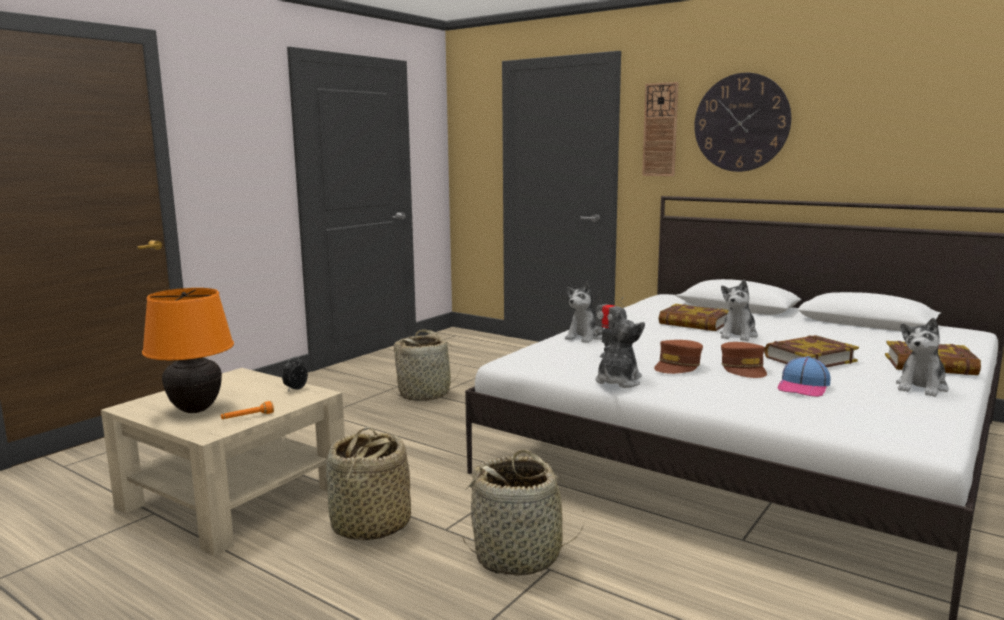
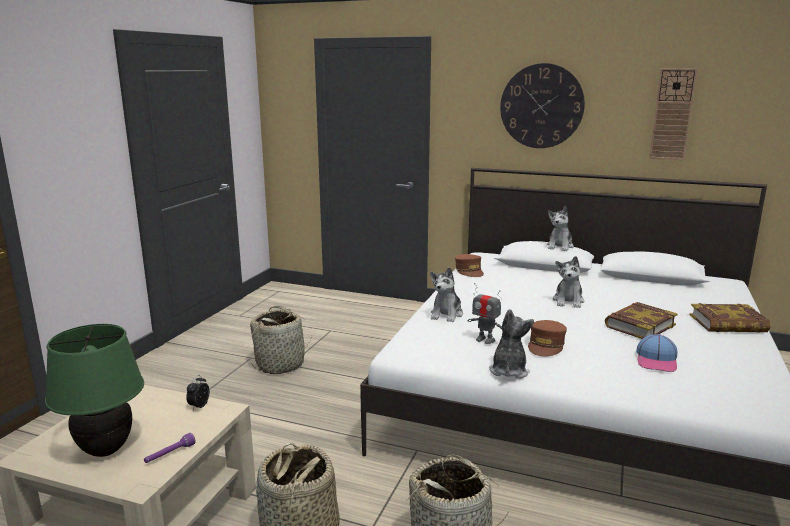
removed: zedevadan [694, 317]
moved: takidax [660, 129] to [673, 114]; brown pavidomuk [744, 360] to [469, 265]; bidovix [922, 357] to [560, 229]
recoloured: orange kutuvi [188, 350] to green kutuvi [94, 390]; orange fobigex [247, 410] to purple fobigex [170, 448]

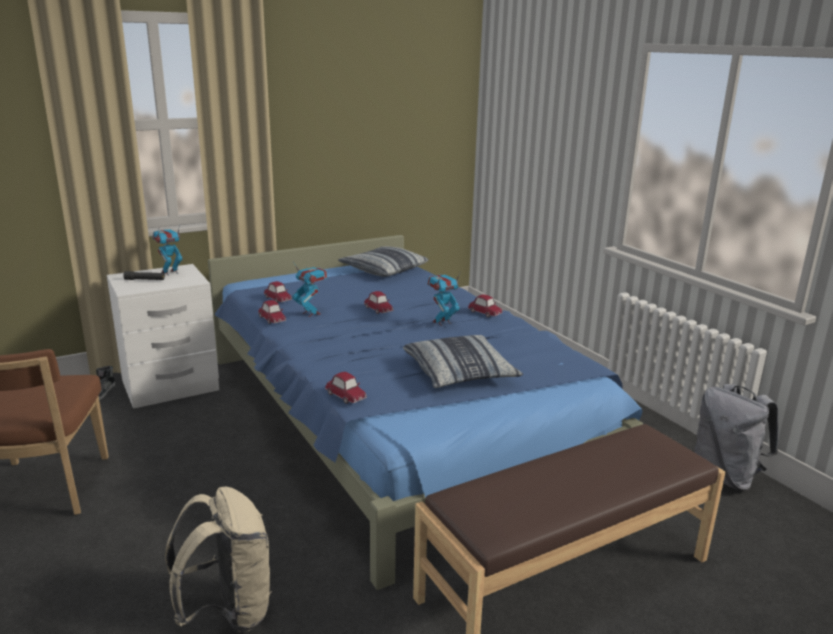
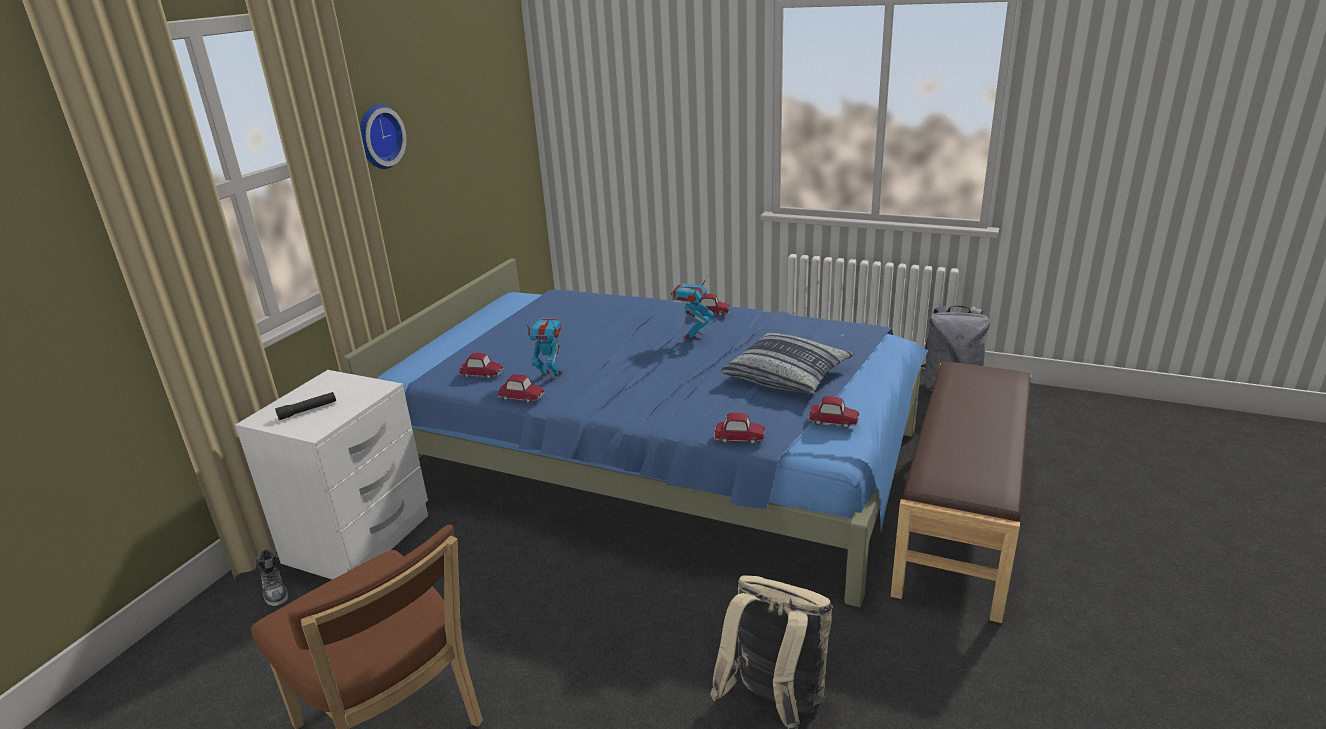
removed: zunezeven [167, 250]; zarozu [383, 261]
added: takidax [383, 136]
moved: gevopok [378, 302] to [833, 412]

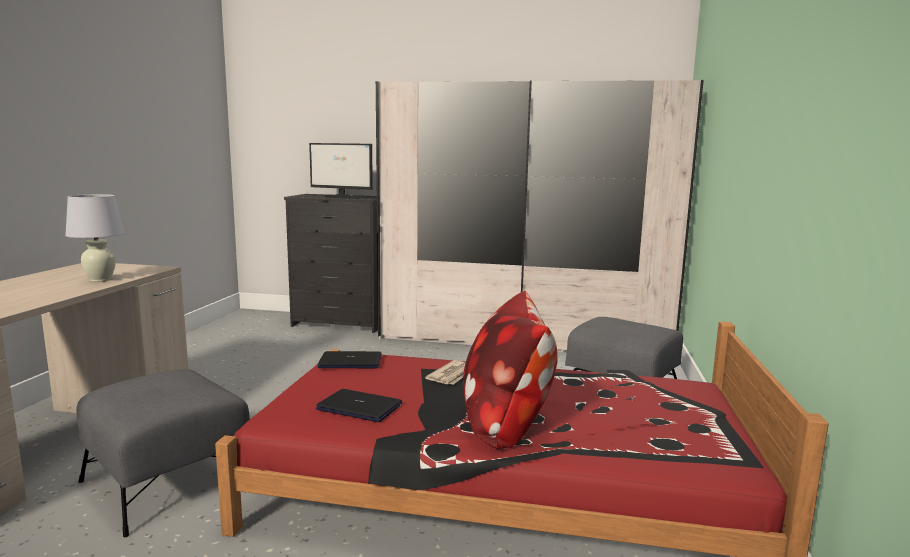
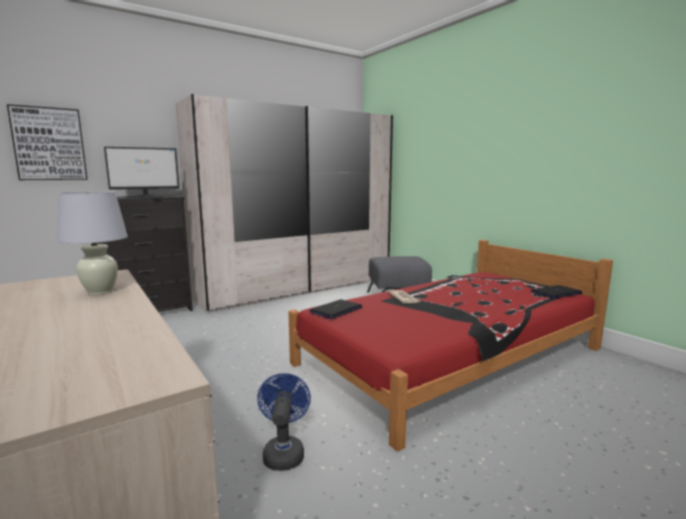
removed: zarozu [510, 370]
added: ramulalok [47, 142]
moved: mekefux [359, 405] to [556, 292]
replaced: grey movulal [163, 453] to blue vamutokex [284, 422]

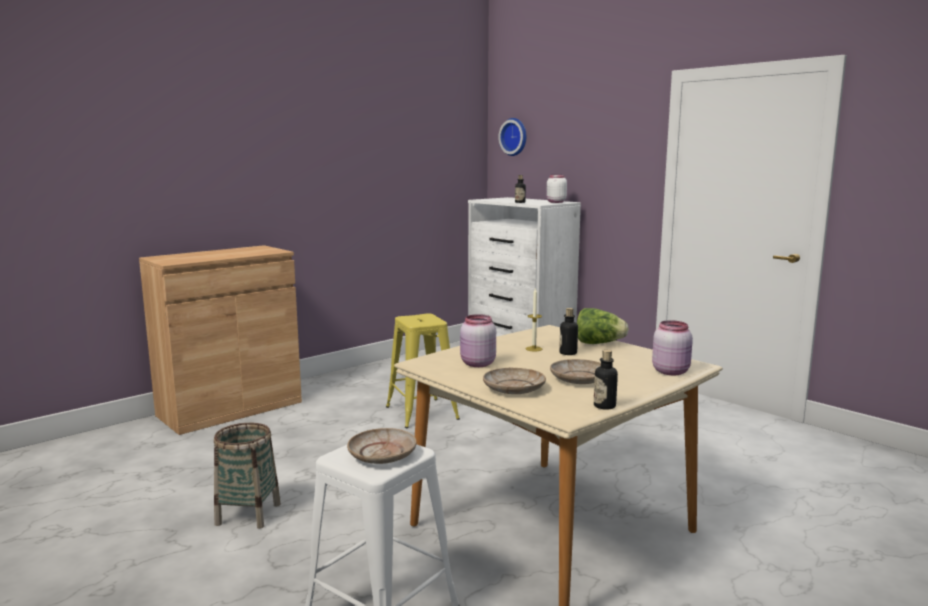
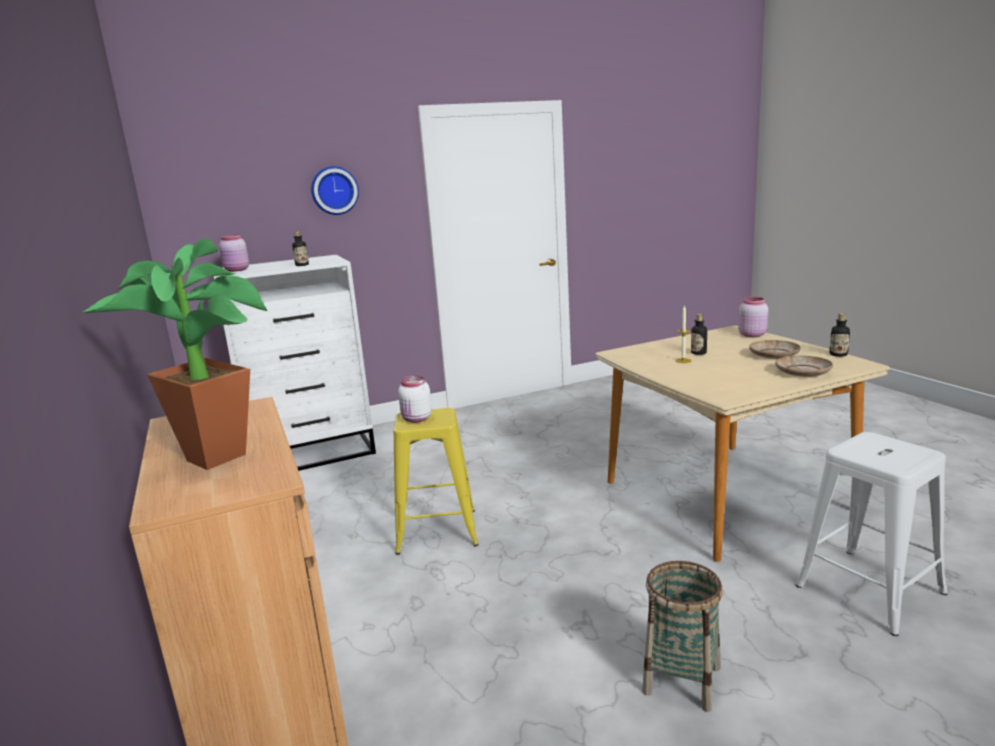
removed: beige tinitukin [382, 446]; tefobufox [603, 326]
added: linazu [174, 354]
moved: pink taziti [478, 340] to [234, 253]; takidax [512, 137] to [335, 190]; white taziti [556, 189] to [415, 399]

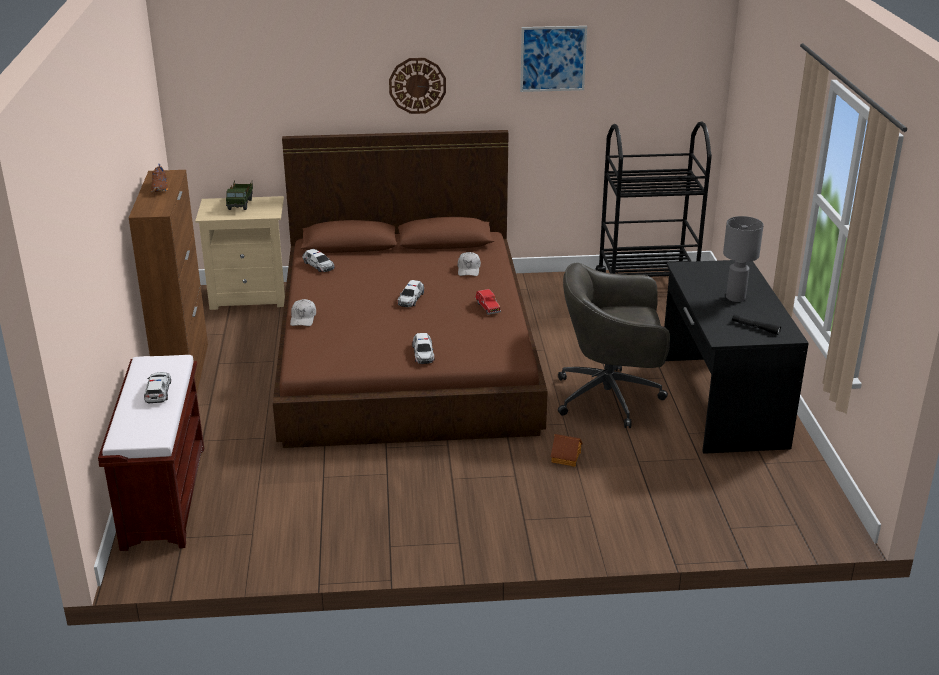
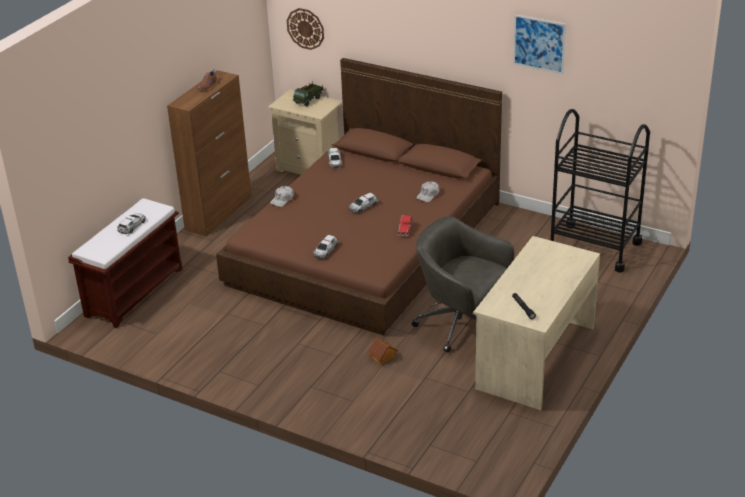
removed: grey kutuvi [743, 259]
moved: takidax [417, 86] to [305, 29]
recoloured: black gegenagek [736, 357] to beige gegenagek [536, 323]

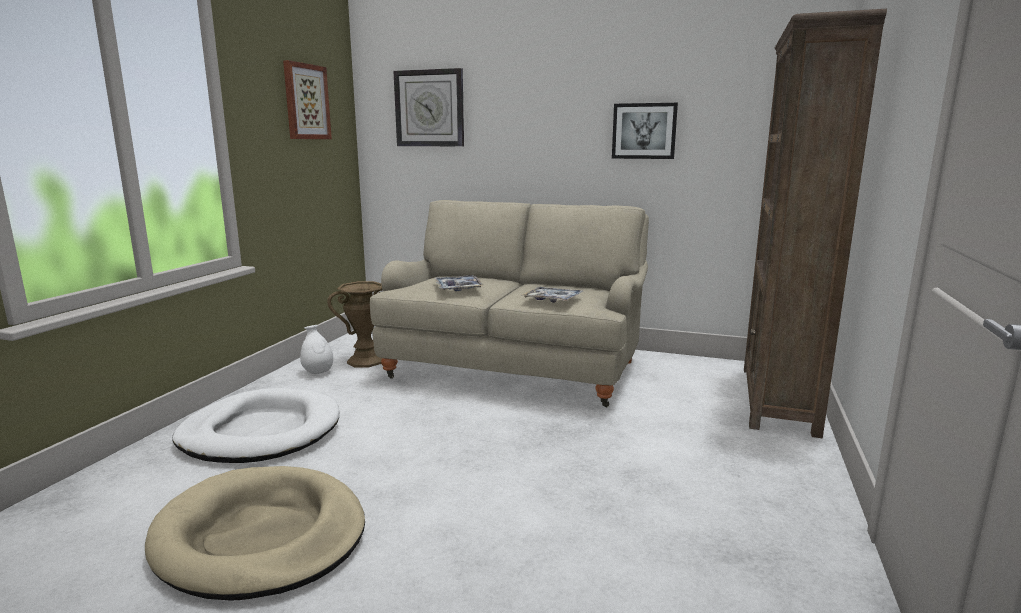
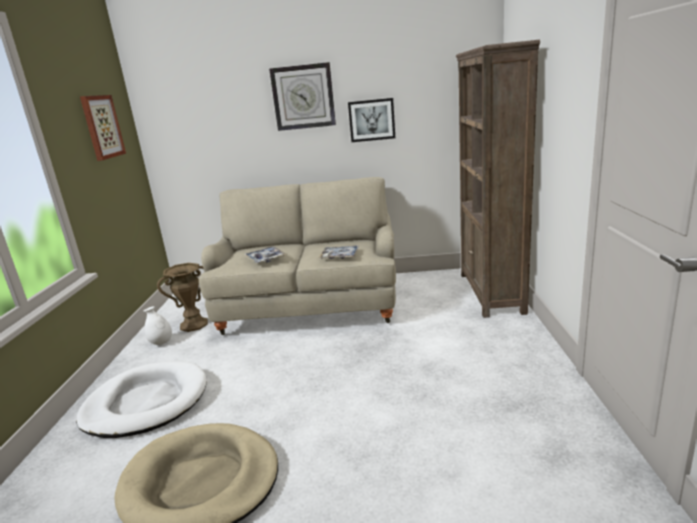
moved: takidax [428, 107] to [302, 96]

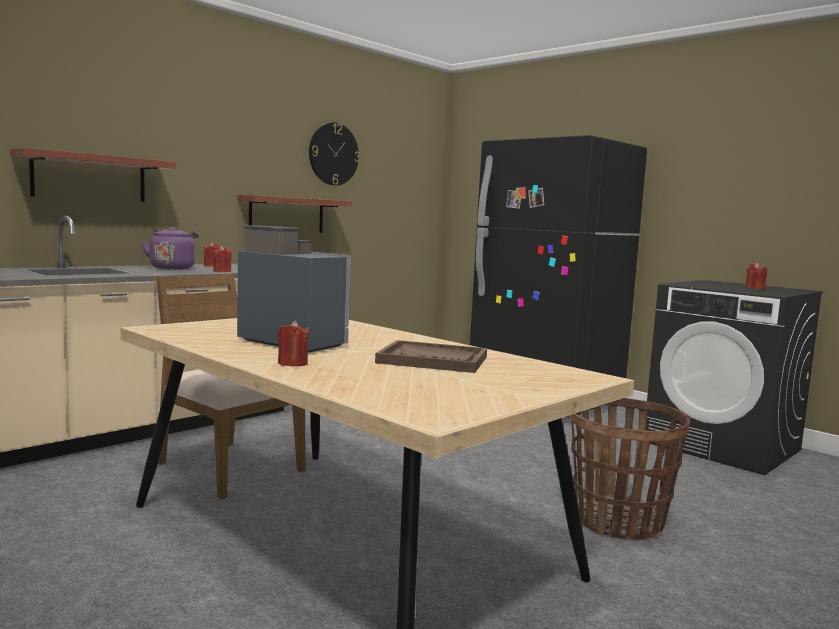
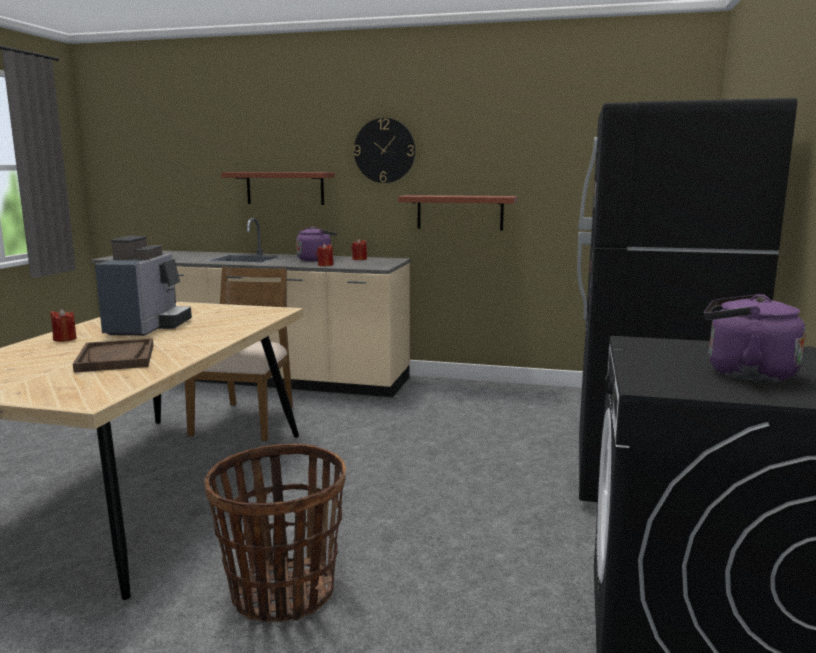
moved: takidax [334, 153] to [384, 150]
replaced: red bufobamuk [756, 275] to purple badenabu [755, 338]

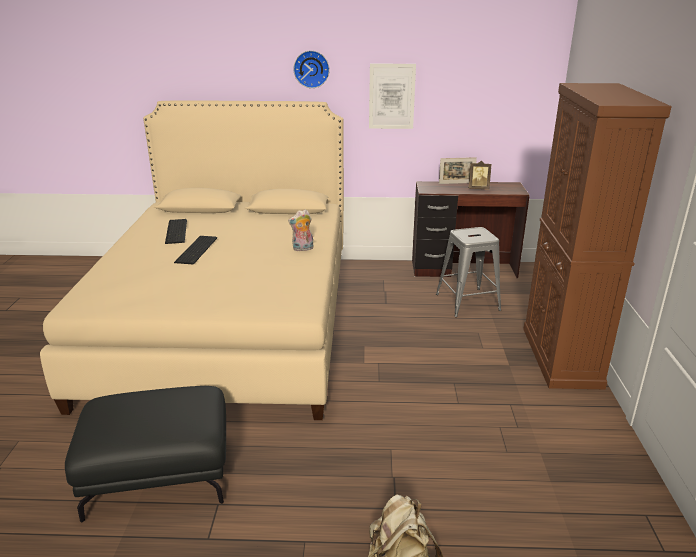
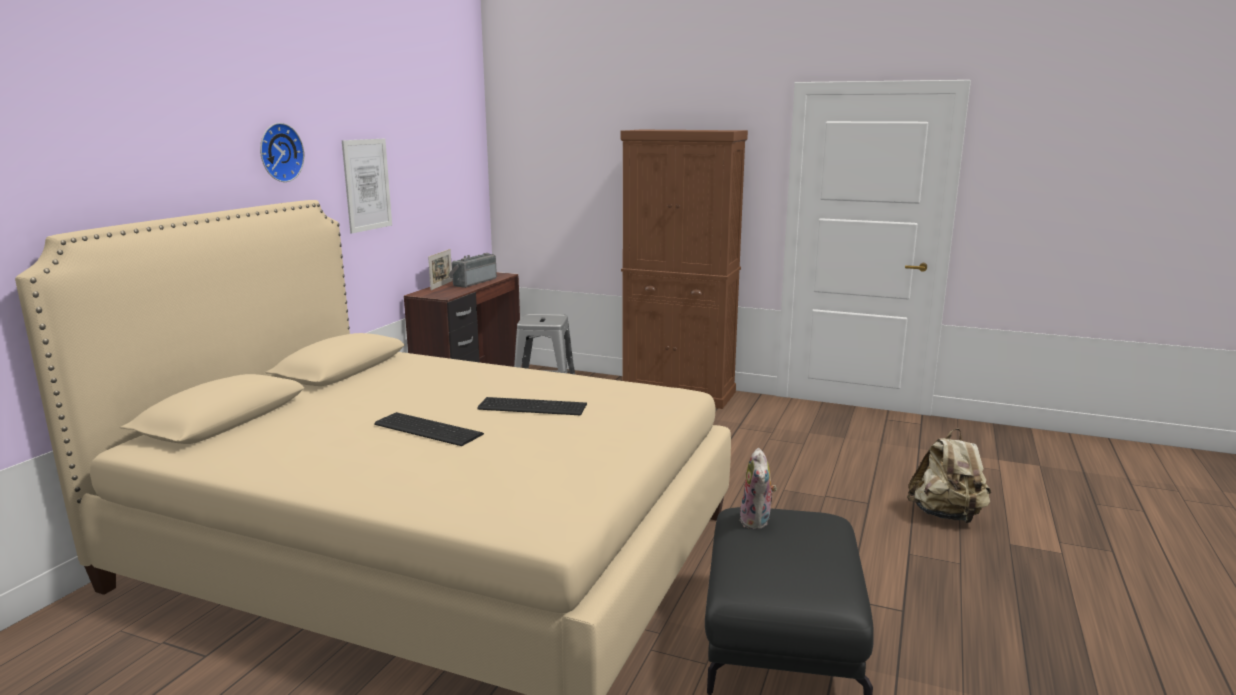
moved: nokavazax [176, 231] to [532, 406]; bidovix [301, 230] to [758, 488]
replaced: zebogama [480, 175] to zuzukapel [472, 270]

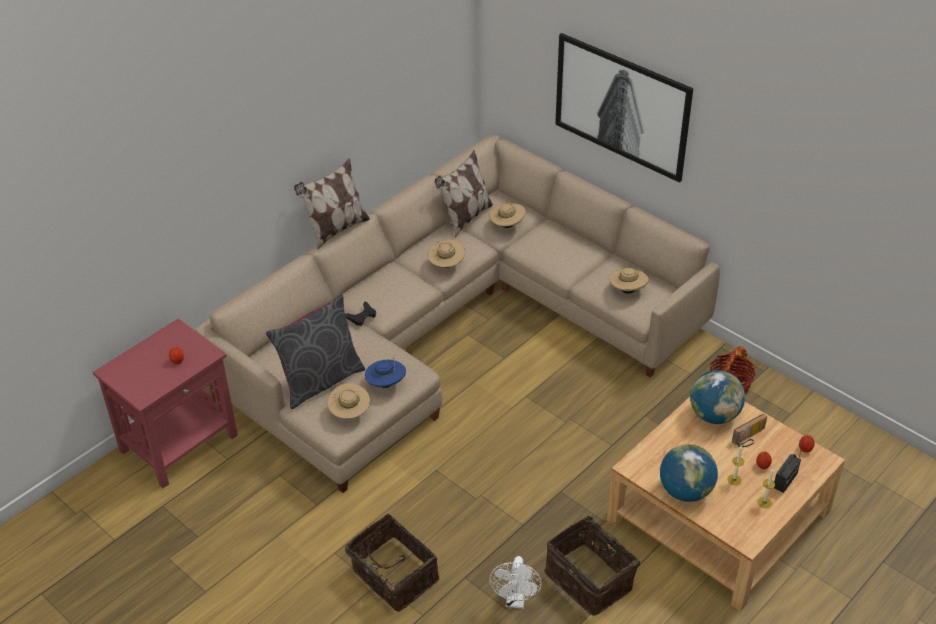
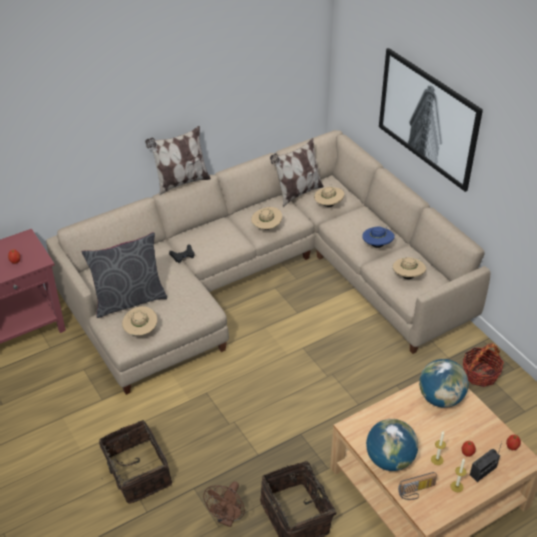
moved: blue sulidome [385, 374] to [378, 237]; zuzukapel [749, 430] to [417, 486]
recoloured: white vamutokex [515, 582] to brown vamutokex [224, 504]

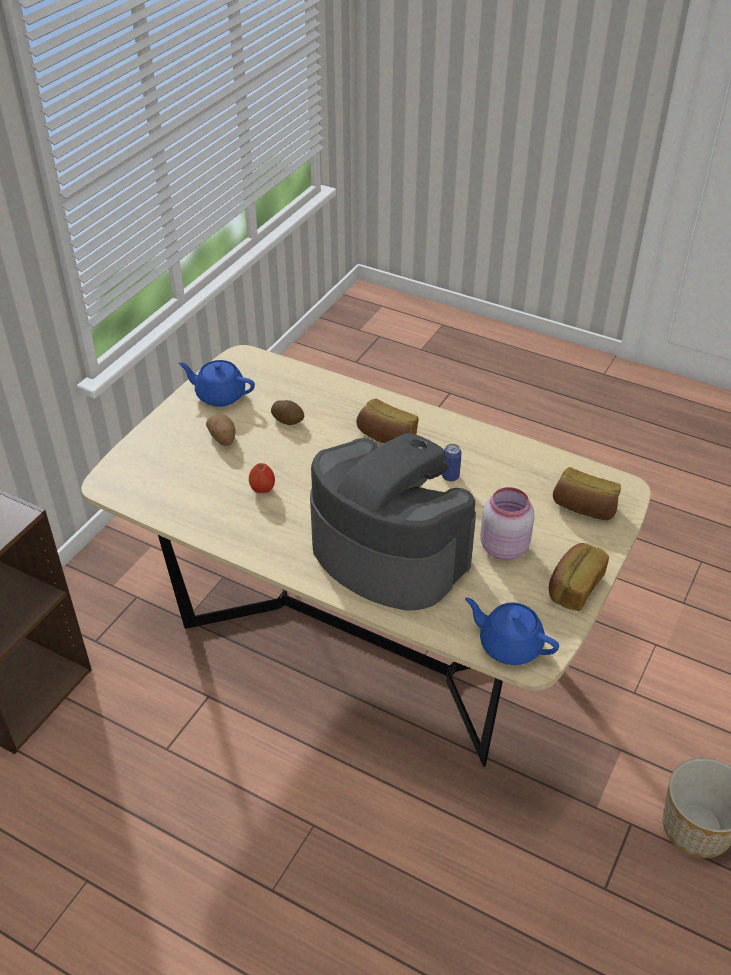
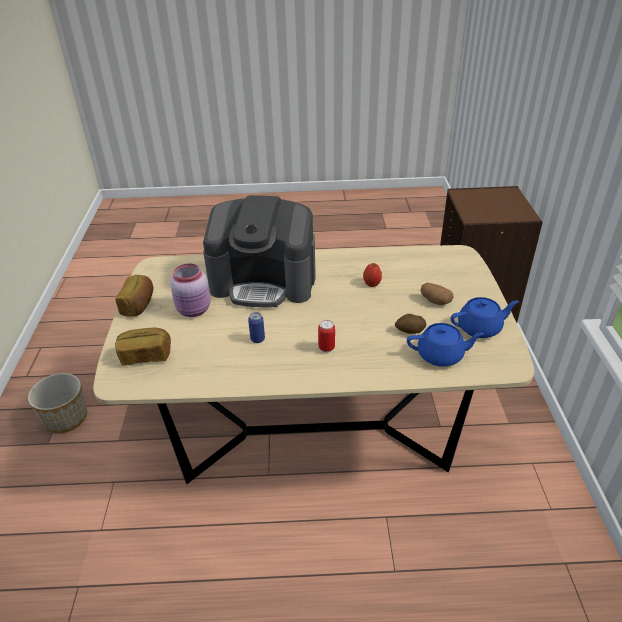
moved: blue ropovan [512, 631] to [446, 345]
replaced: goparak [387, 421] to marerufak [326, 336]

